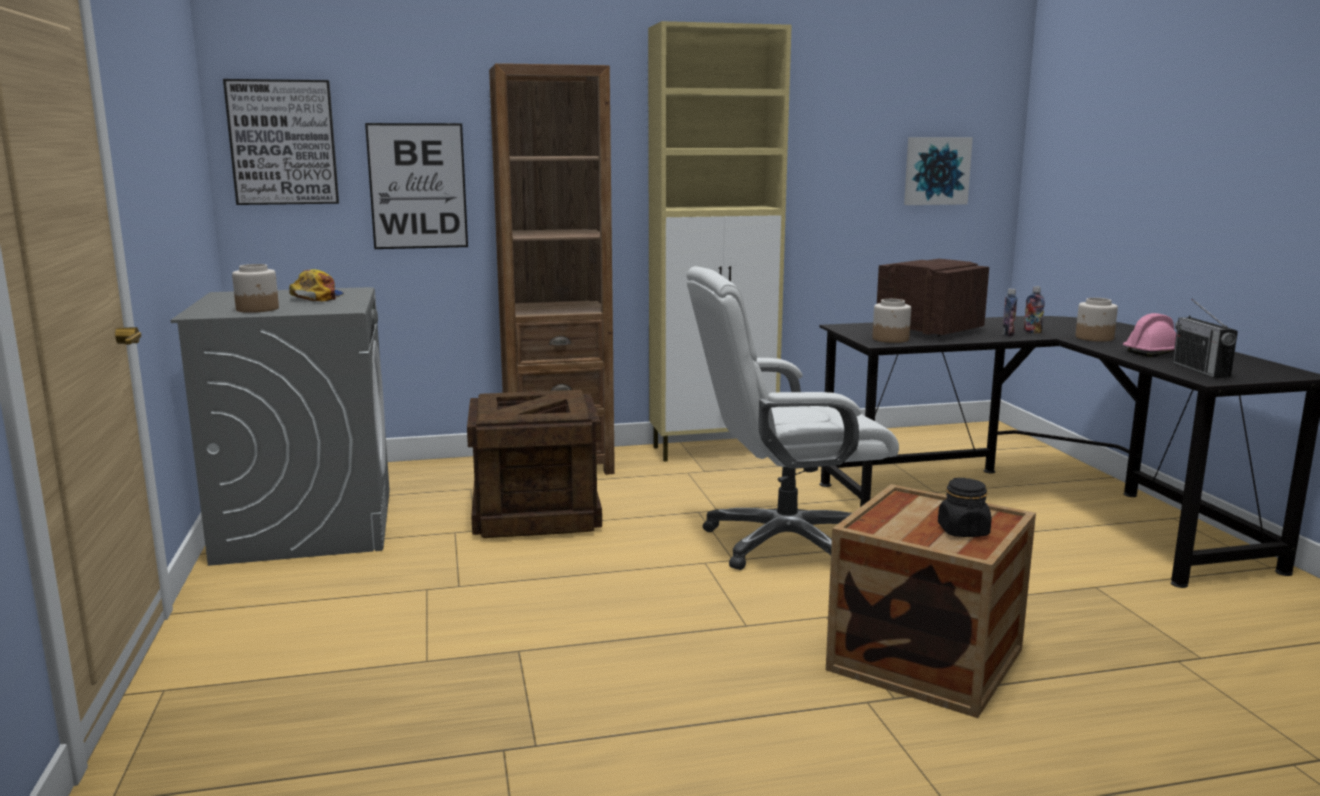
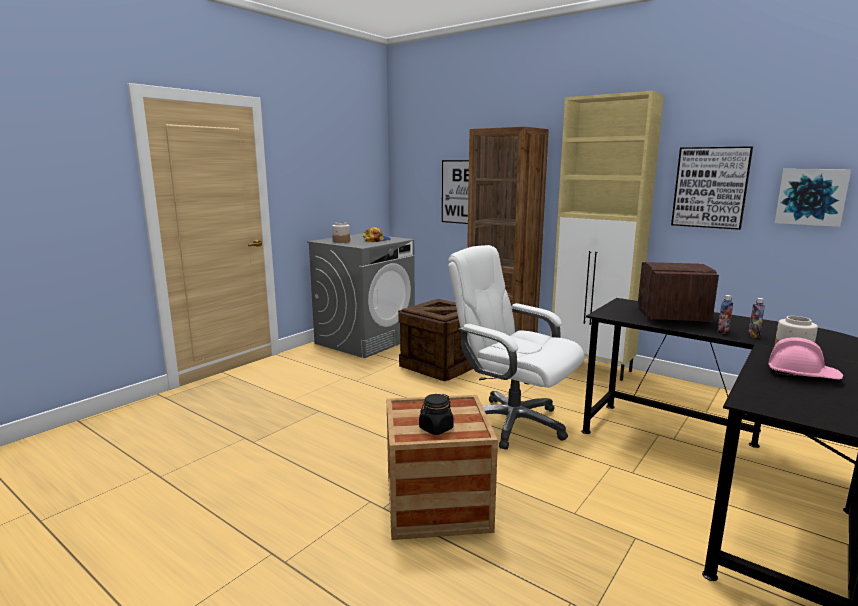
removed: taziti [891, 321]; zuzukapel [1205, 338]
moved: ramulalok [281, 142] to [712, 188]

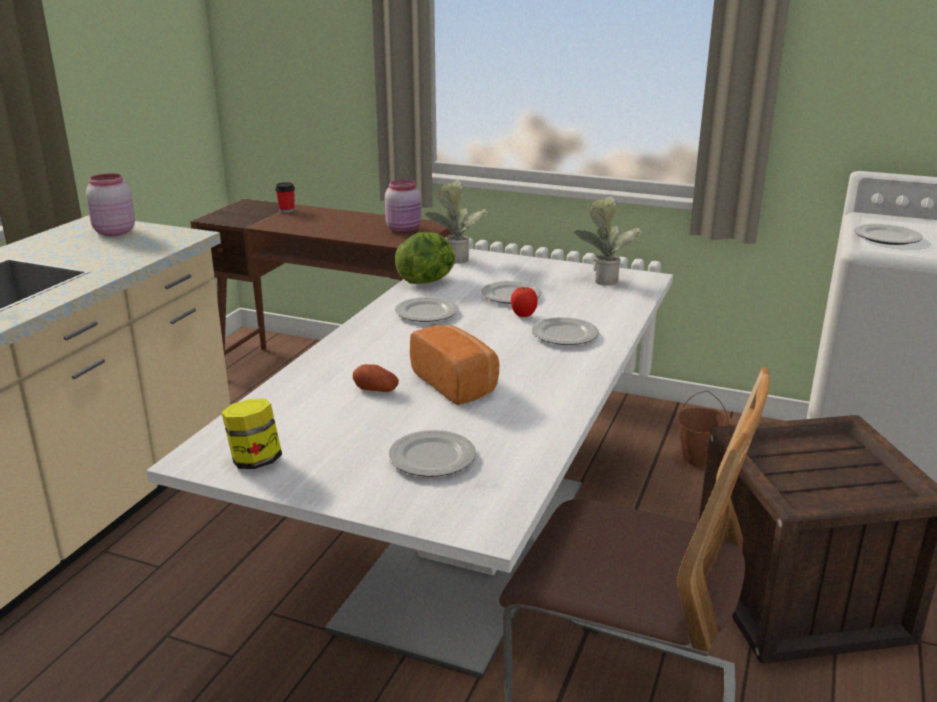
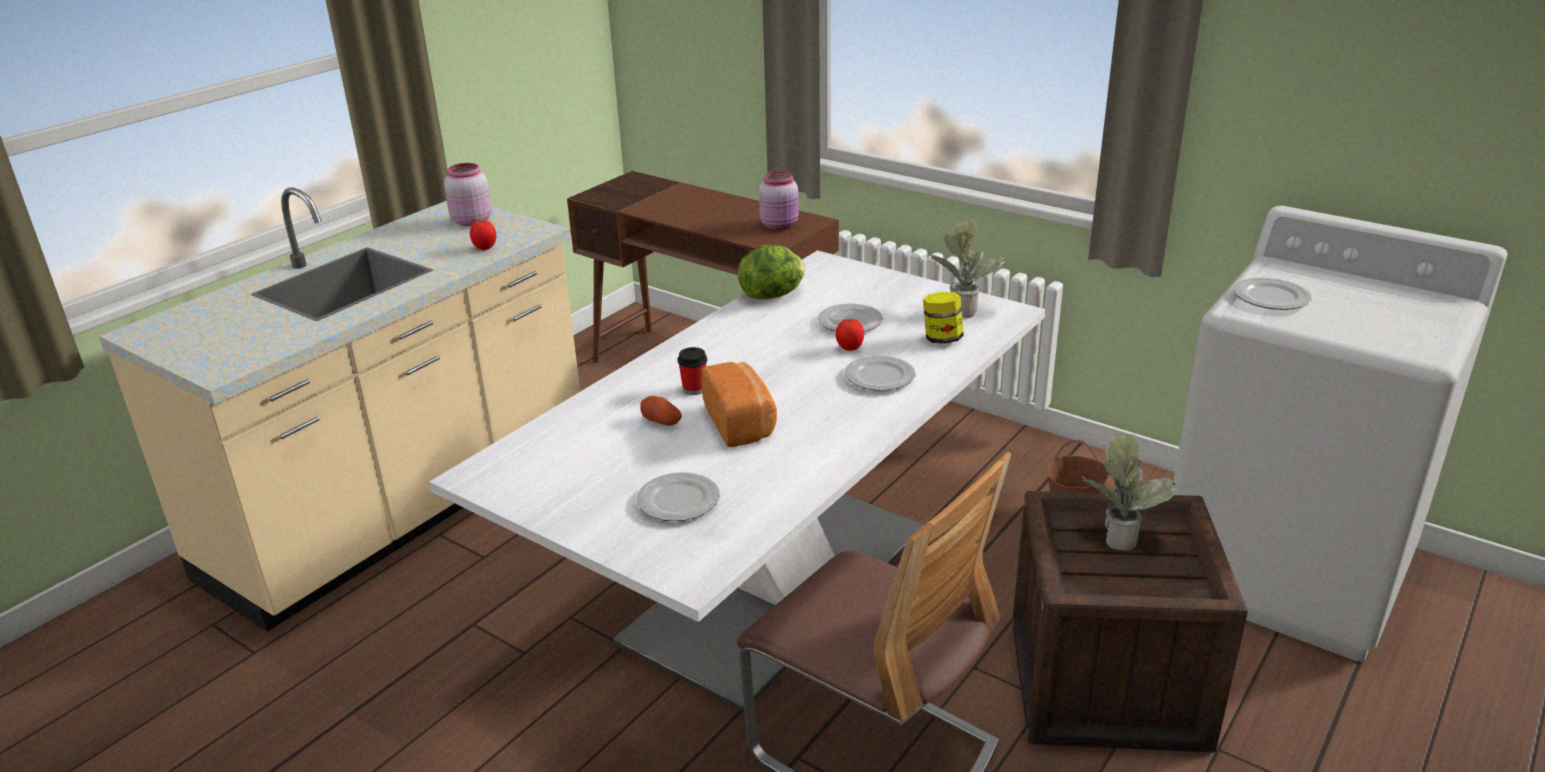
removed: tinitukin [426, 309]
added: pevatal [483, 235]
moved: taziti [251, 434] to [943, 318]; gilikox [285, 197] to [692, 371]; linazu [457, 222] to [1129, 492]

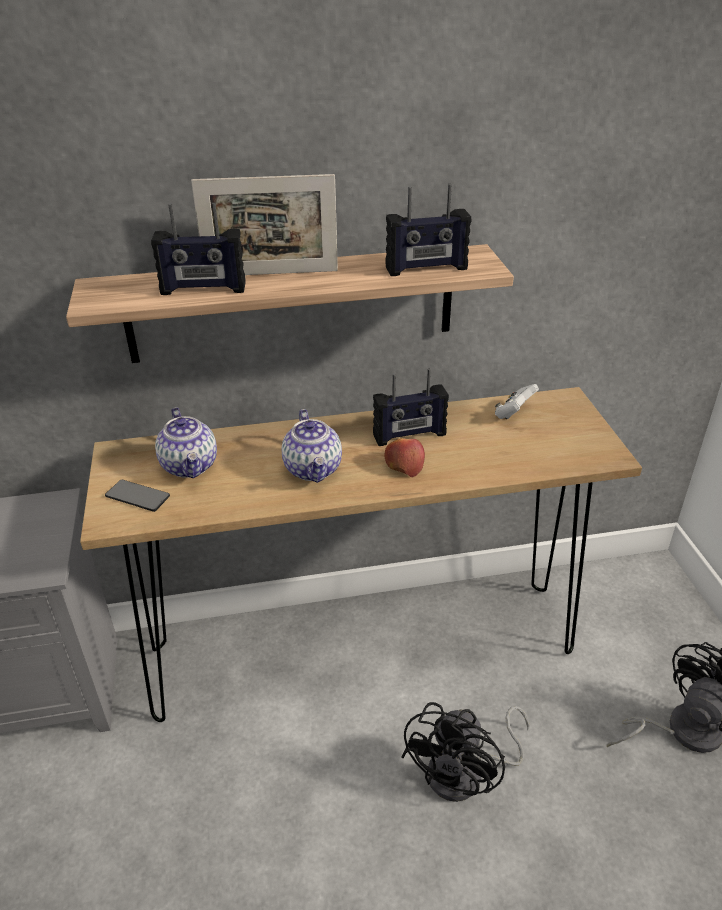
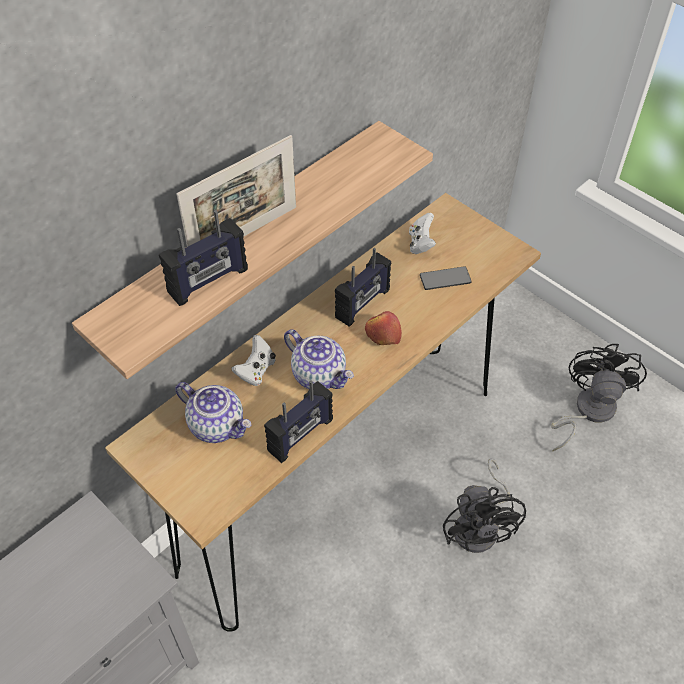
added: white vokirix [253, 360]
moved: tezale [137, 496] to [446, 278]; zuzukapel [428, 230] to [298, 422]

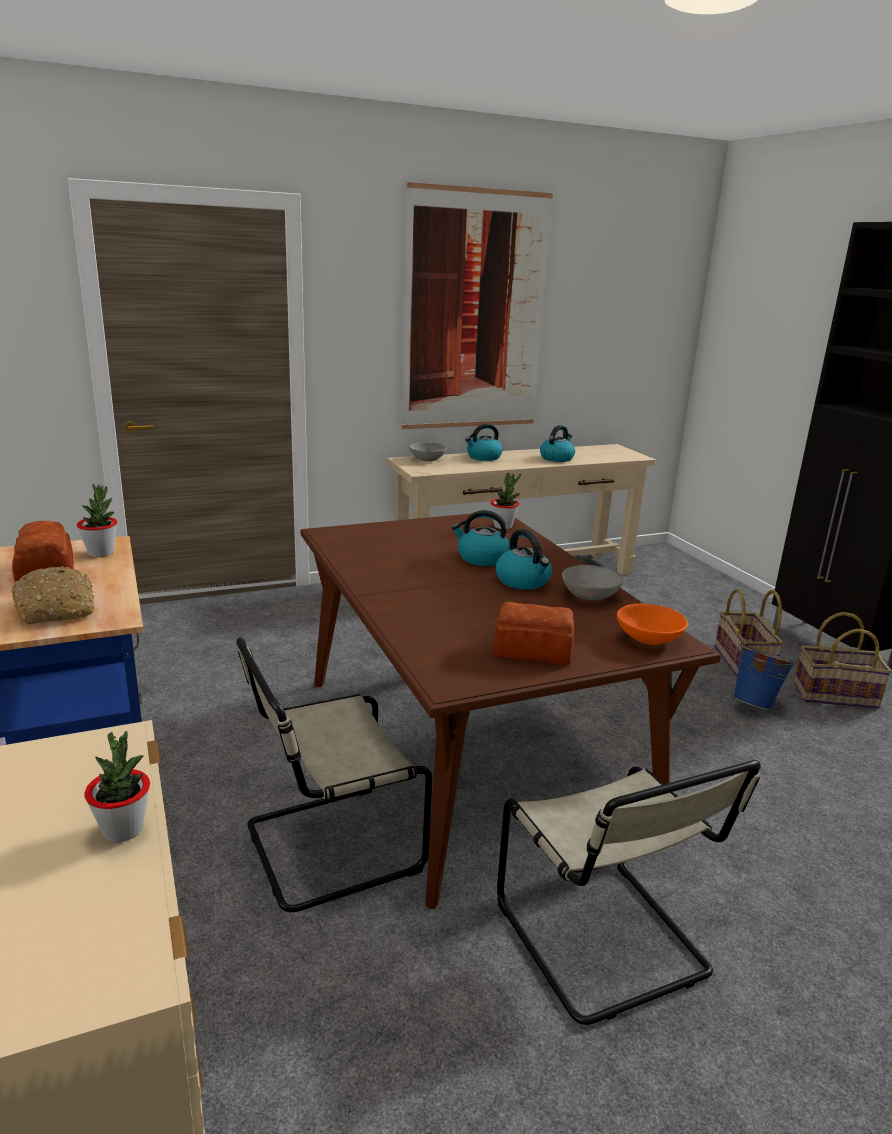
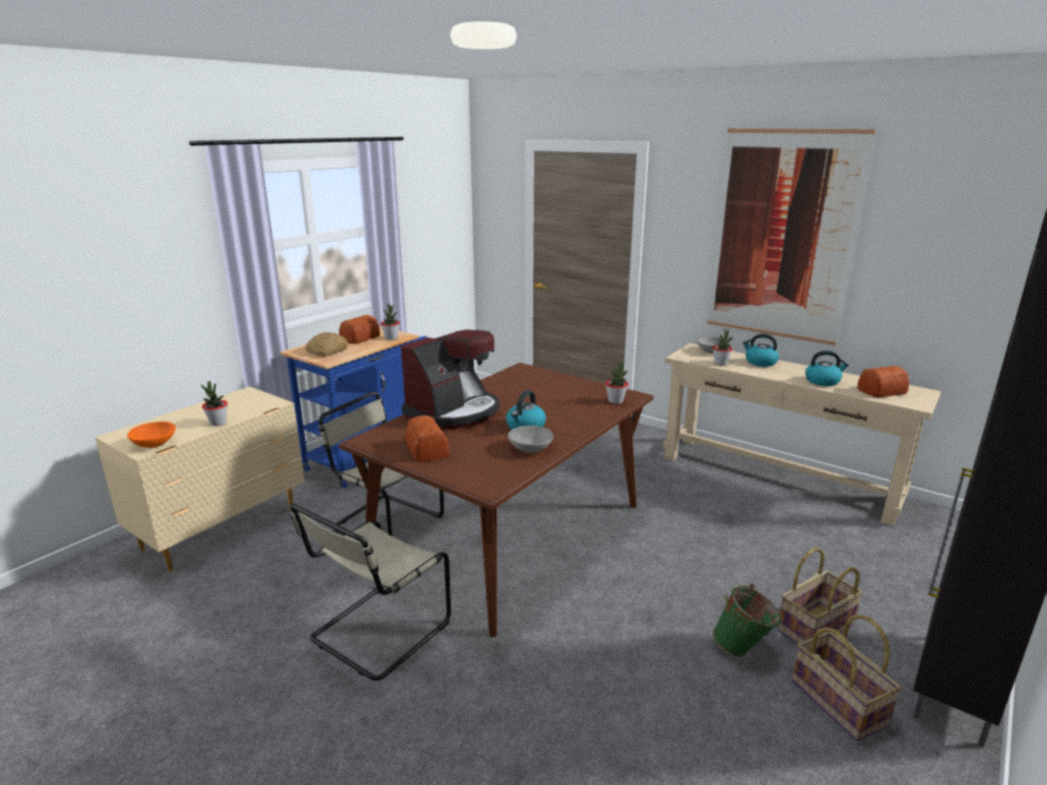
removed: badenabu [481, 538]
added: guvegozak [450, 379]; linazu [722, 347]; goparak [883, 382]
moved: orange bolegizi [652, 624] to [151, 435]
recoloured: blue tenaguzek [765, 676] to green tenaguzek [747, 620]

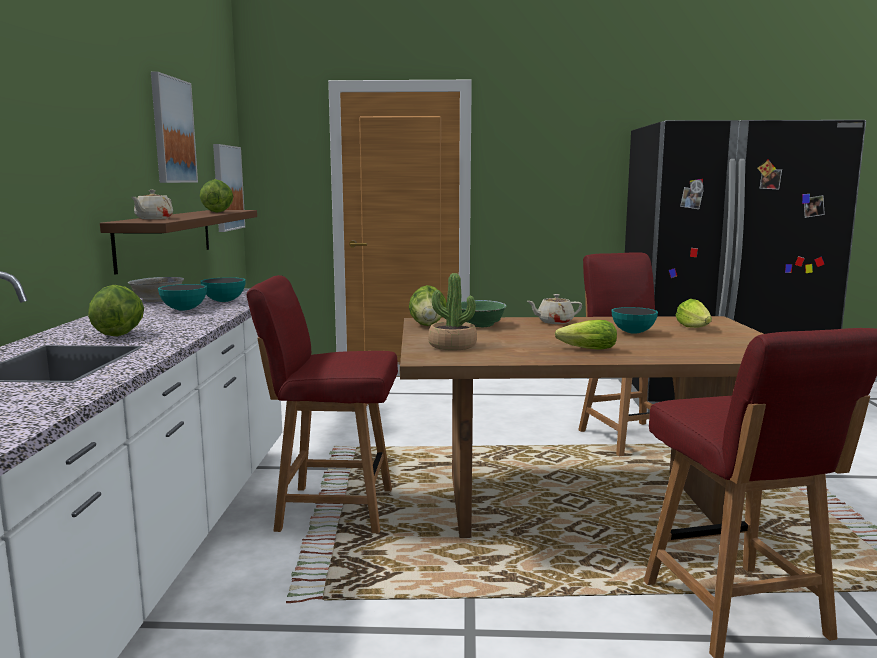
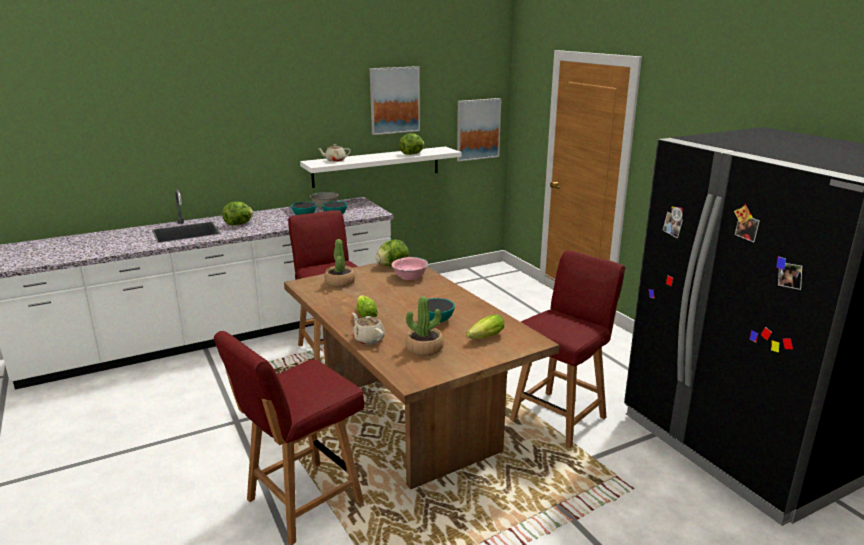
added: linazu [424, 326]
moved: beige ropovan [554, 309] to [368, 329]
recoloured: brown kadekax [178, 242] to white kadekax [380, 167]; green bolegizi [484, 313] to pink bolegizi [409, 268]

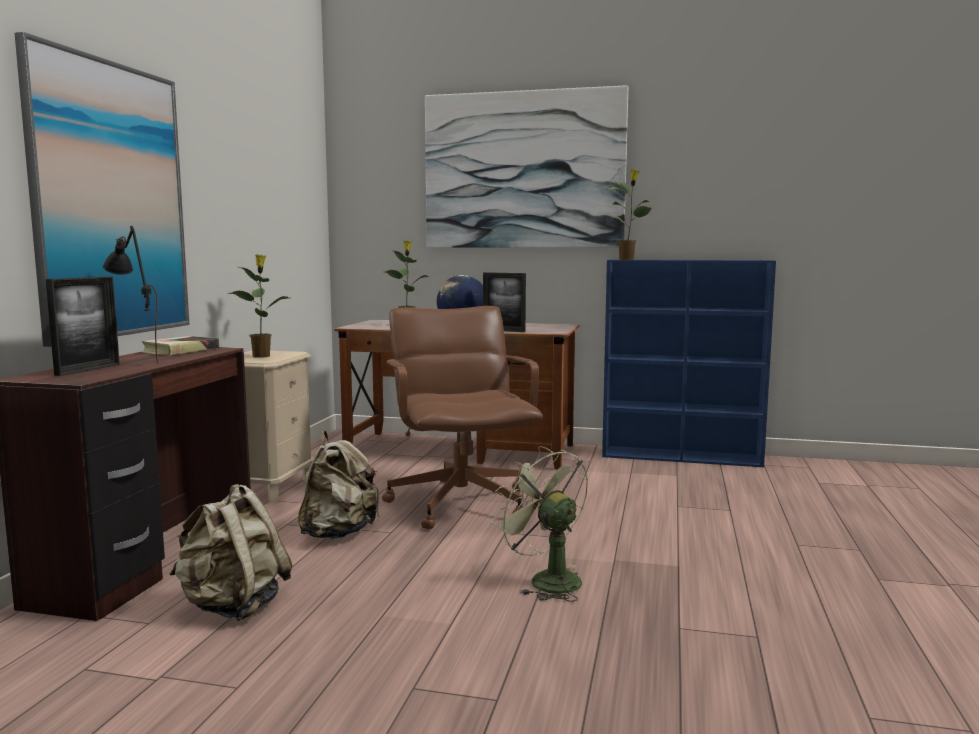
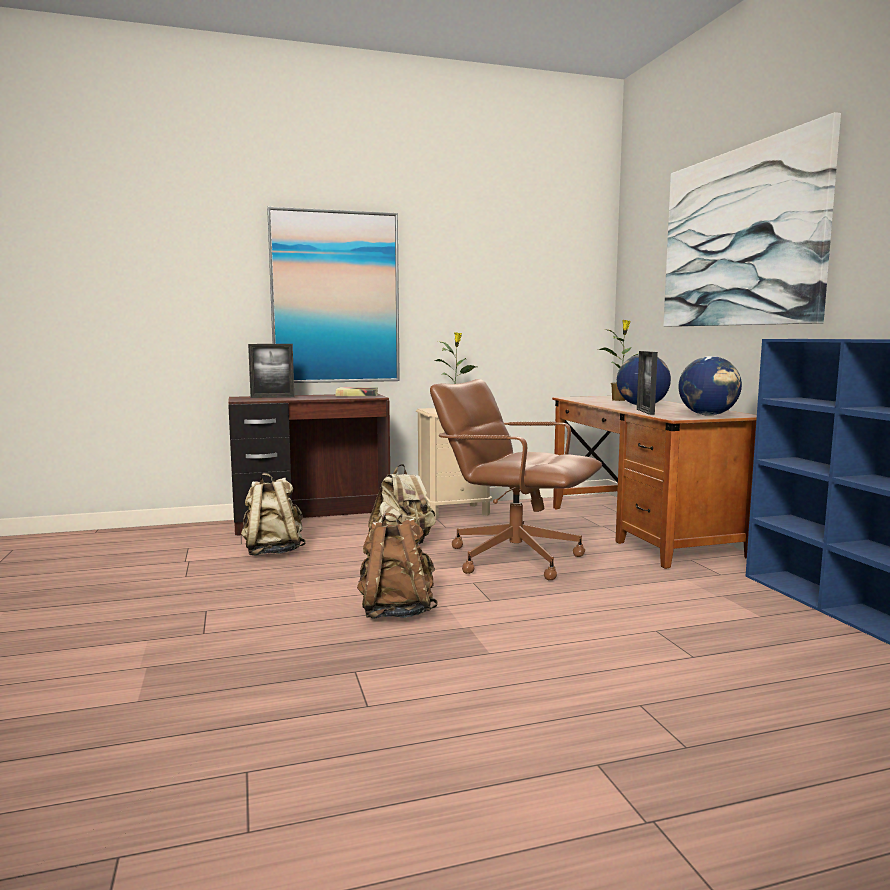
removed: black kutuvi [130, 295]; linazu [630, 214]
added: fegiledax [710, 386]
replaced: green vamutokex [540, 524] to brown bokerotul [397, 565]
turned: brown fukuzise [462, 417] = [516, 479] 105 degrees counterclockwise

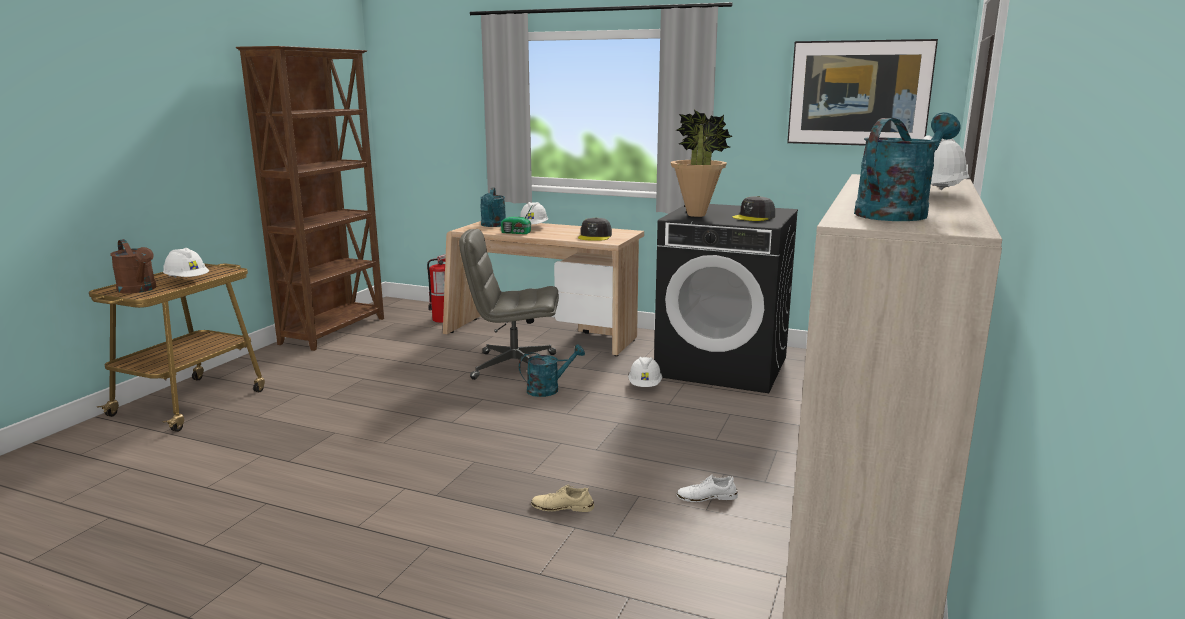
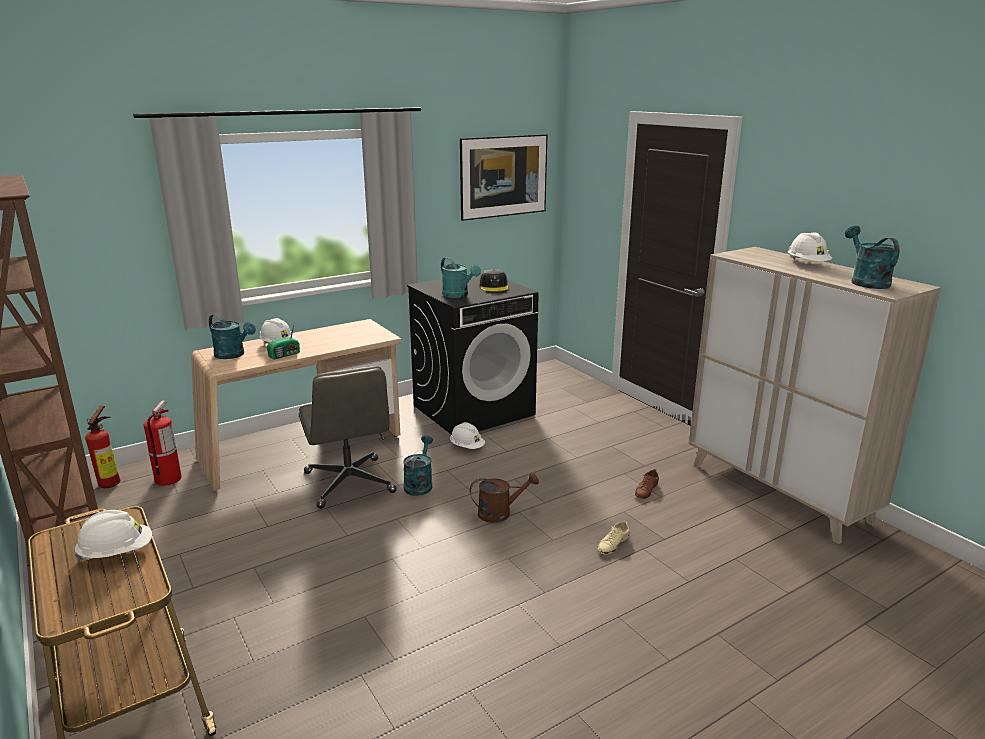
removed: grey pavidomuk [595, 229]
added: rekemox [102, 447]
moved: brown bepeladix [133, 266] to [504, 497]
replaced: linazu [702, 163] to turquoise bepeladix [461, 277]
recoloured: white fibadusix [707, 488] to brown fibadusix [647, 484]
turned: grey fukuzise [509, 304] = [348, 437] 60 degrees counterclockwise

